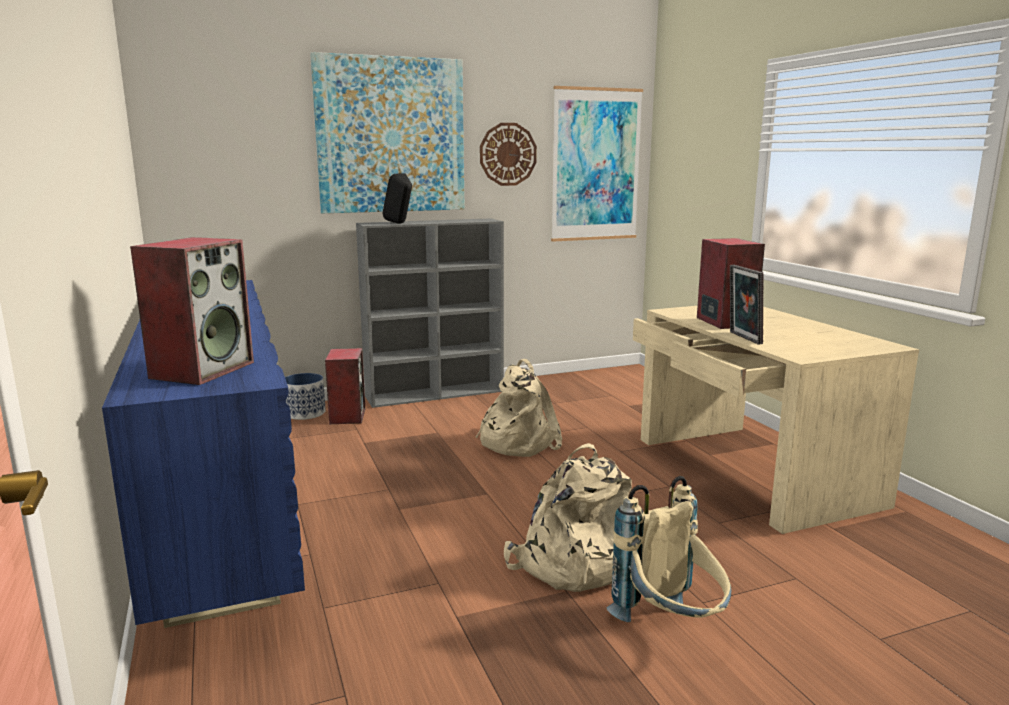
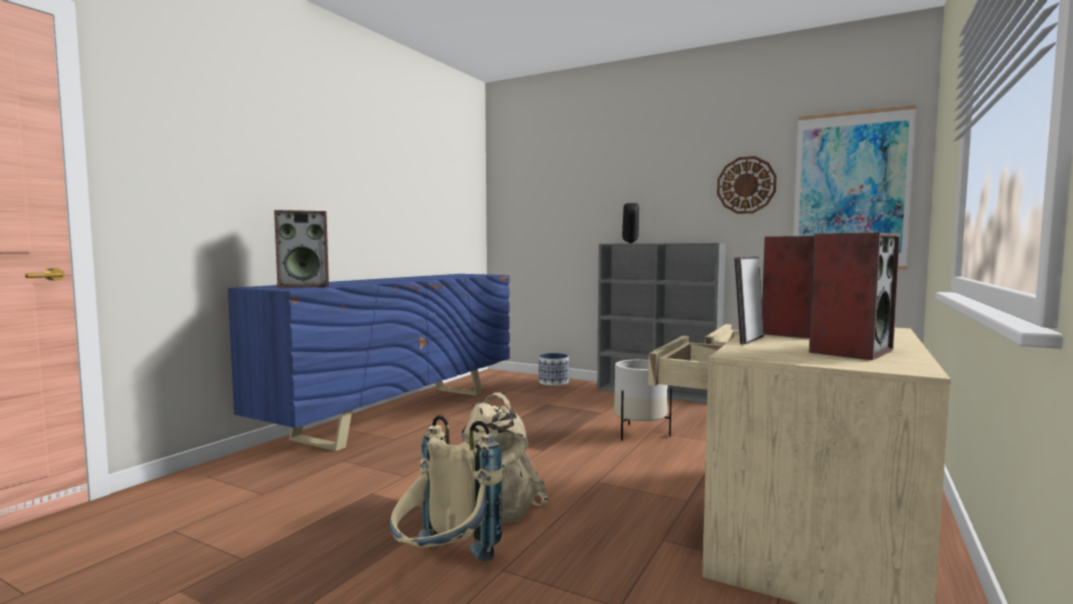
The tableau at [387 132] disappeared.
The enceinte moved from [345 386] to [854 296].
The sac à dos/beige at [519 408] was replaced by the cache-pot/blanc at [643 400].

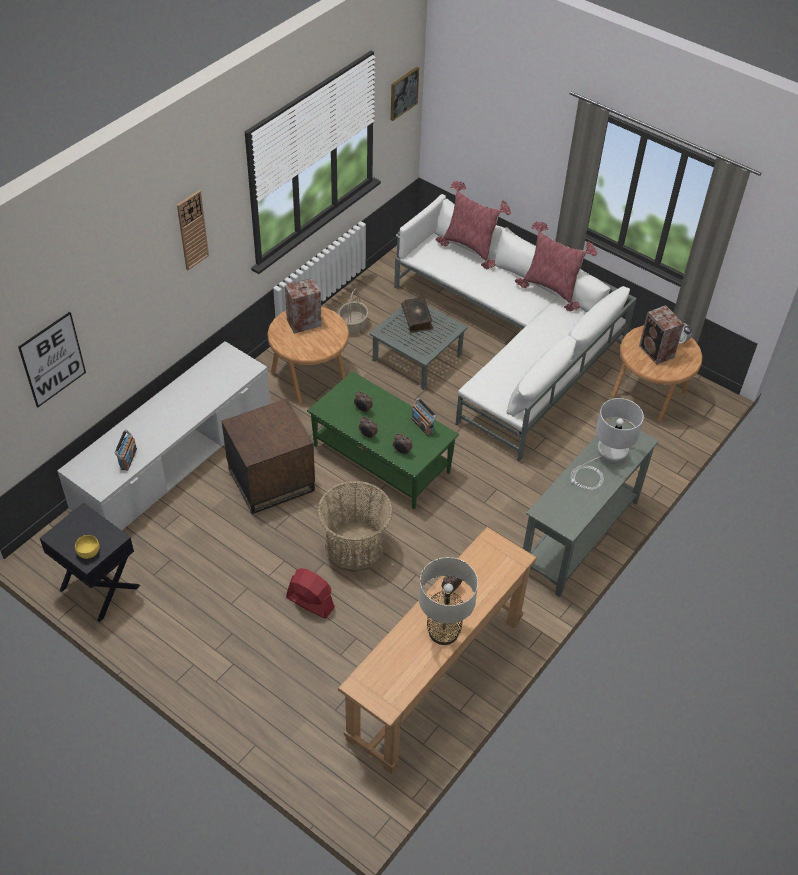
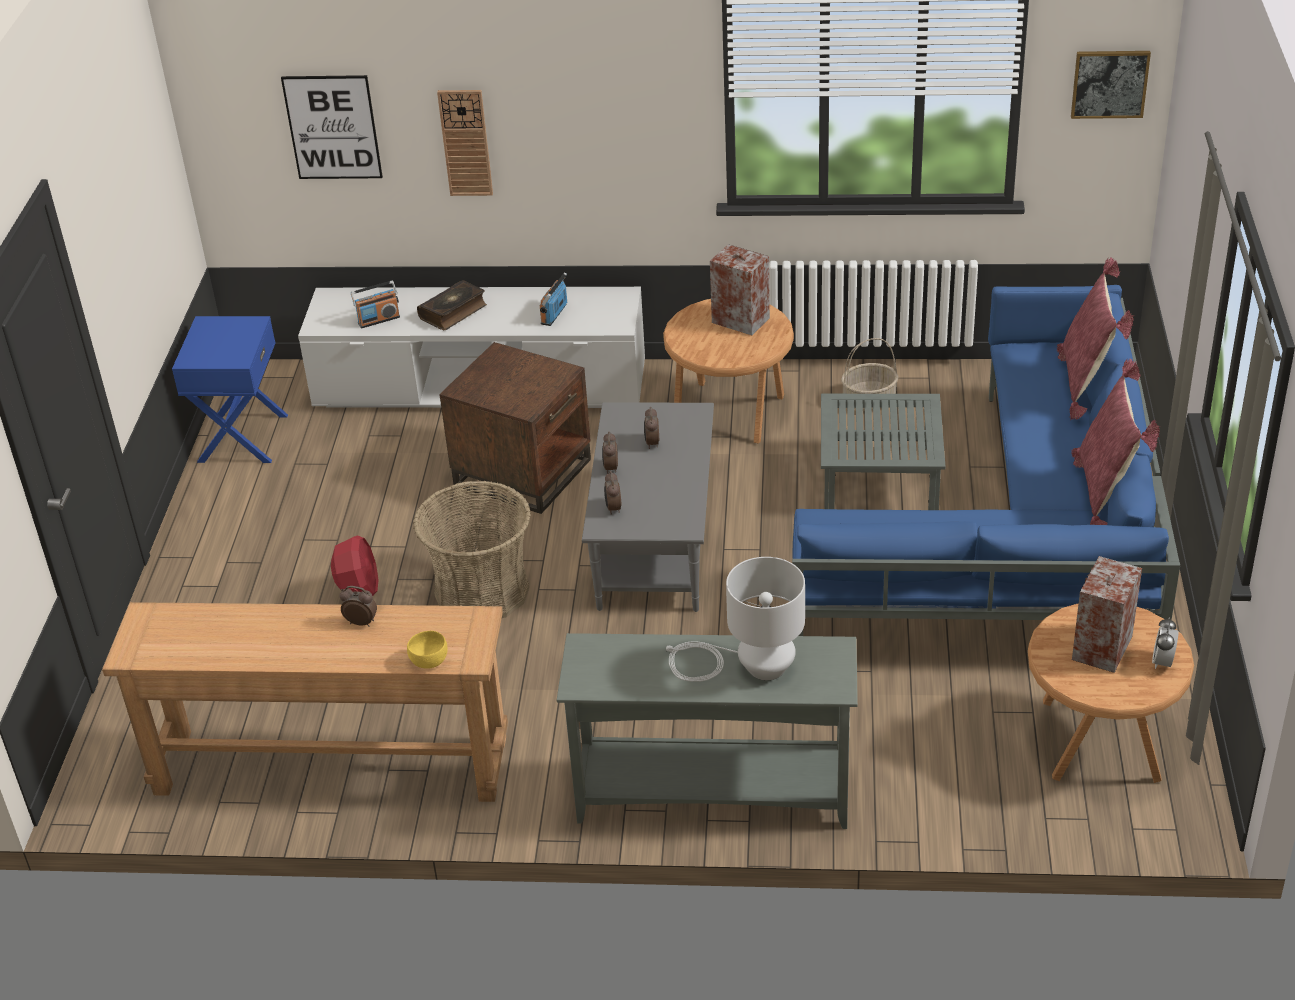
The lampe de table at [448 601] disappeared.
The bol/jaune moved from [87 547] to [427 650].
The horloge murale moved from [193 230] to [465 143].
The livre moved from [417 315] to [452 305].
The radio moved from [424 417] to [553 299].
The table de chevet/noir at [90 562] became the table de chevet/bleu at [230 389].
The table basse/vert at [383 440] became the table basse/gris at [648 507].
The canapé/blanc at [503 327] became the canapé/bleu at [986 460].

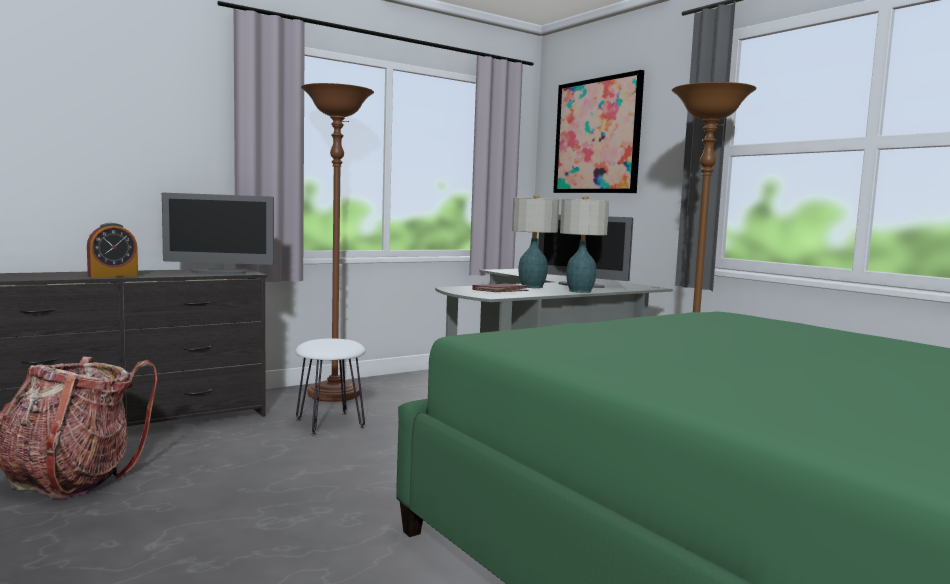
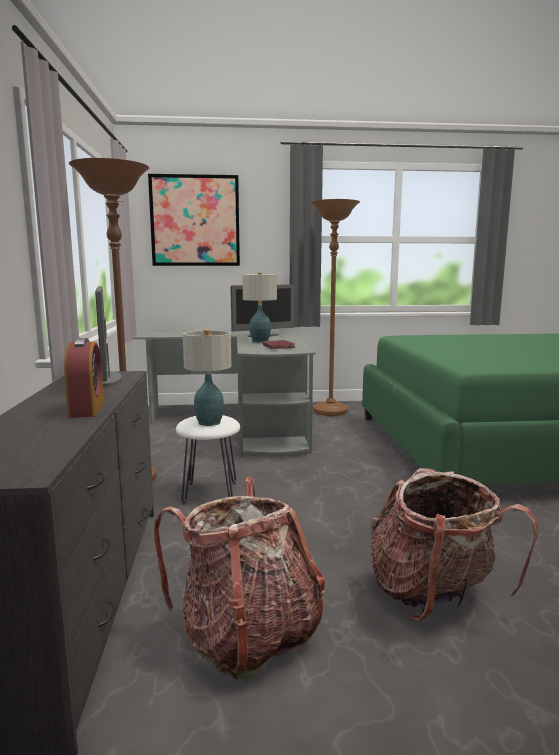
The sac à dos at [454 544] appeared.
The lampe de table moved from [584 244] to [207 377].
The écran d'ordinateur at [218 233] turned 135 degrees clockwise.

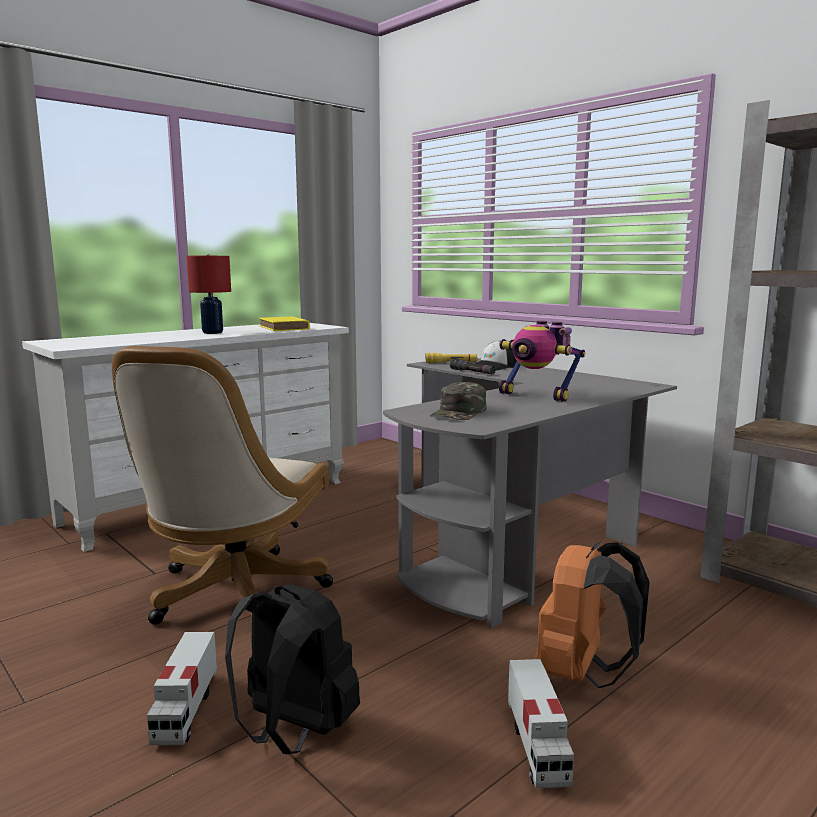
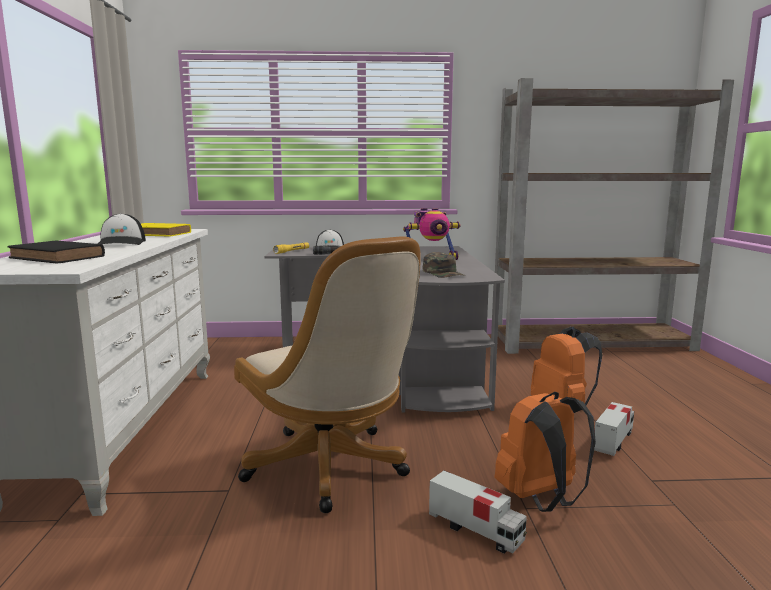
The livre/noir at [56 251] appeared.
The lampe de table/rouge at [209 294] was replaced by the casquette at [122 229].
The sac à dos/noir at [292 669] became the sac à dos/orange at [545 452].
The camion jouet at [541 723] turned 90 degrees counterclockwise.

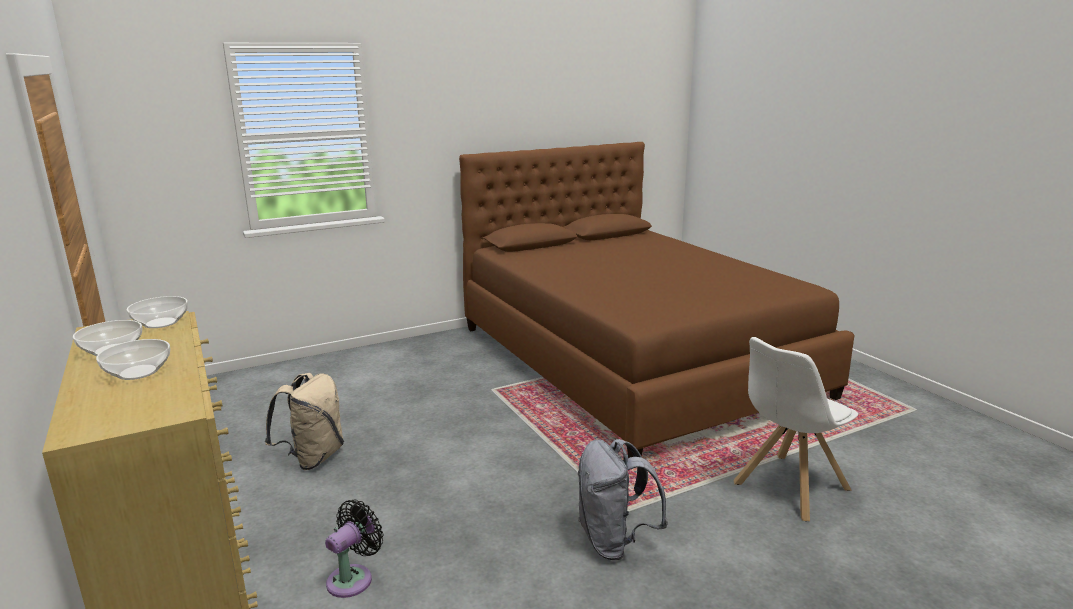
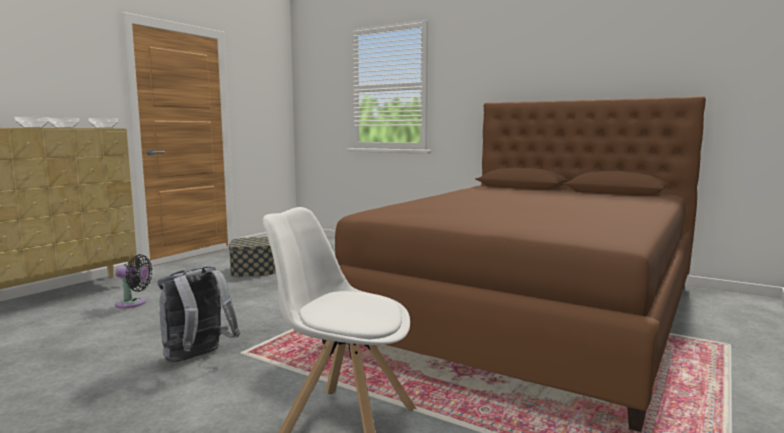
The sac à dos/beige at [304 421] was replaced by the boîte de rangement at [252 257].

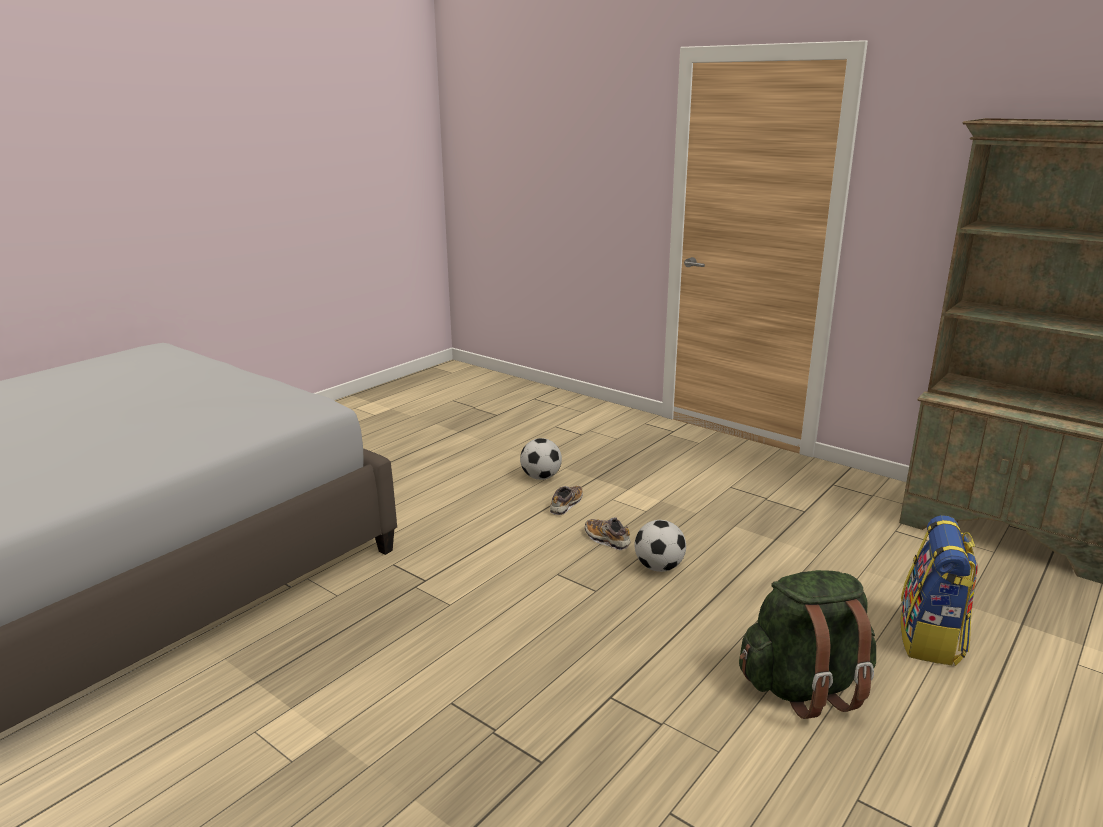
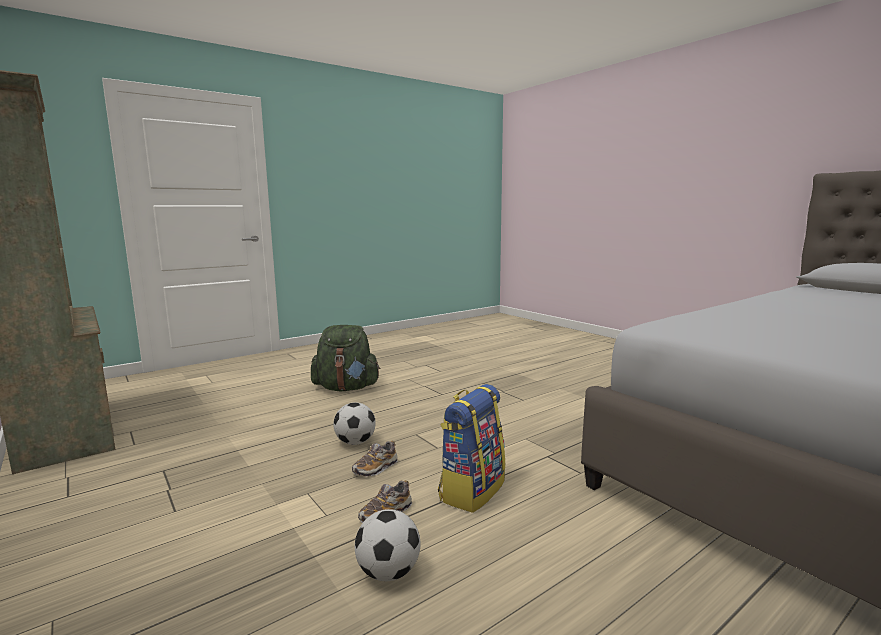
The sac à dos moved from [939 590] to [471 448].
The chaussure at [607 533] turned 75 degrees clockwise.

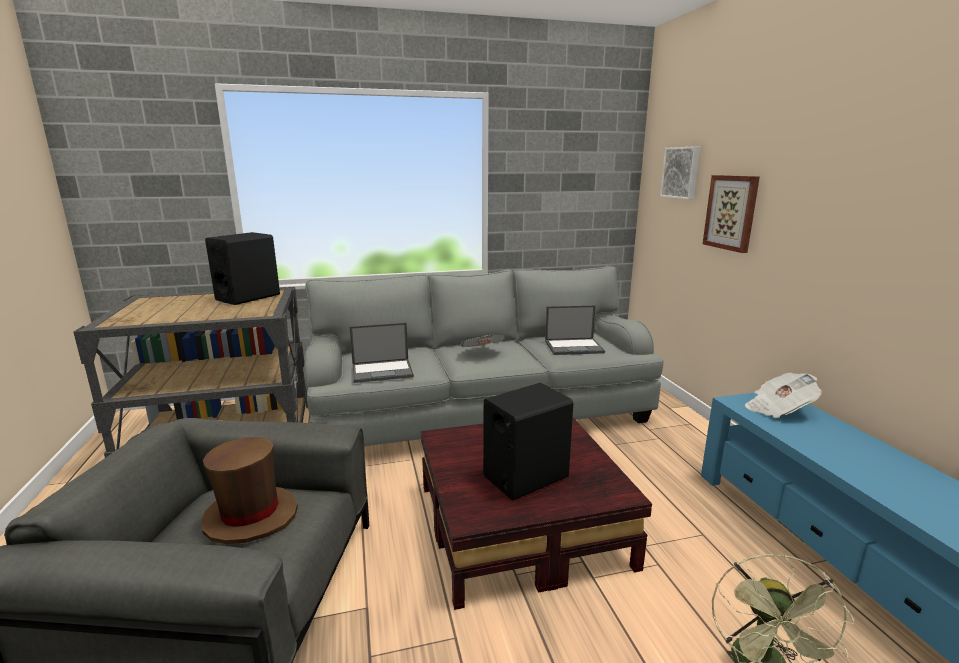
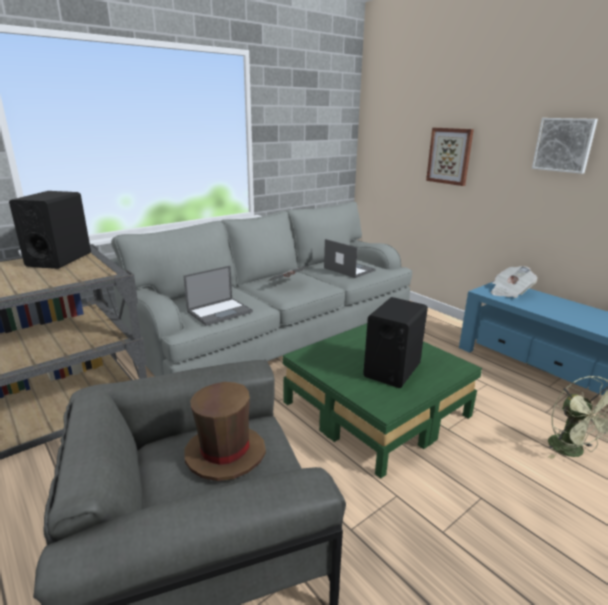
The tableau moved from [680 173] to [565 146].
The table basse/marron at [536 514] became the table basse/vert at [382 400].
The ordinateur portable at [575 330] turned 105 degrees counterclockwise.

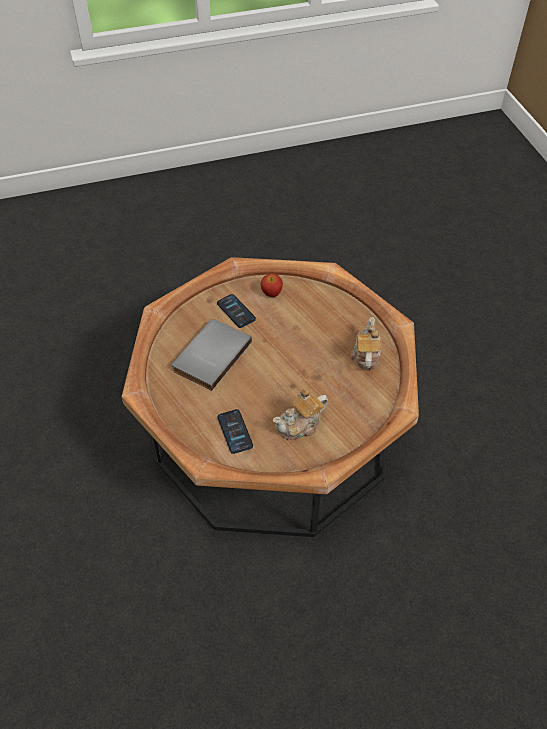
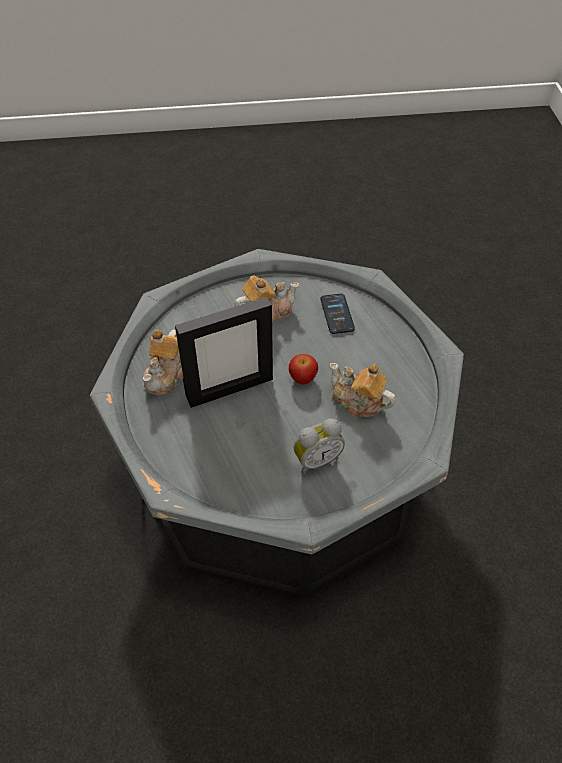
The cadre photo at [224 352] appeared.
The pomme moved from [272 285] to [303 369].
The livre/gris at [212 355] was replaced by the théière at [363 390].
The téléphone at [236 311] was replaced by the réveil at [319 446].
The table basse/marron at [270 397] became the table basse/gris at [277 423].

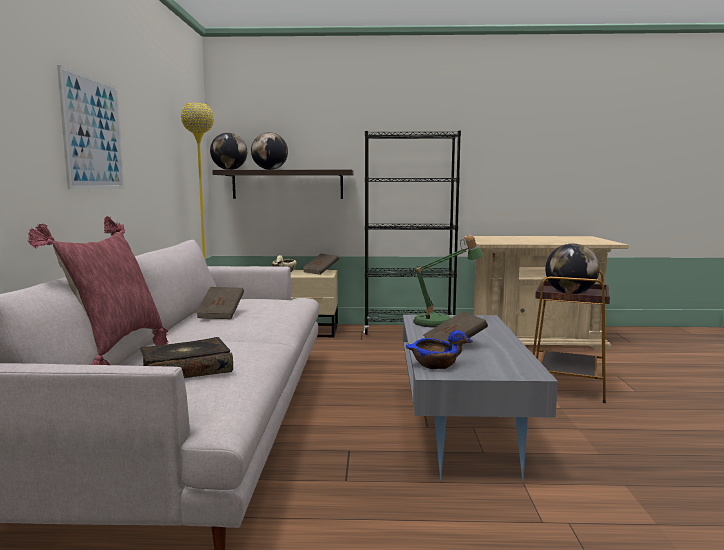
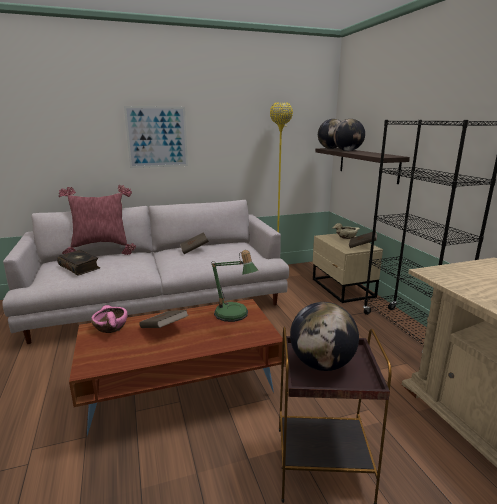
The table basse/gris at [480 398] became the table basse/marron at [177 367].
The bol/bleu at [439 349] became the bol/rose at [109 319].

